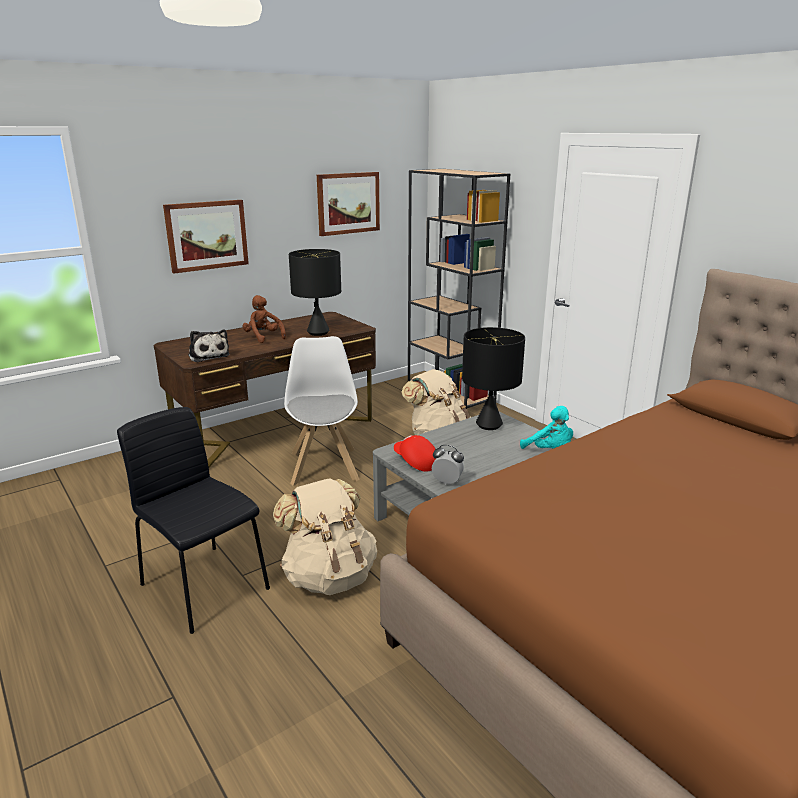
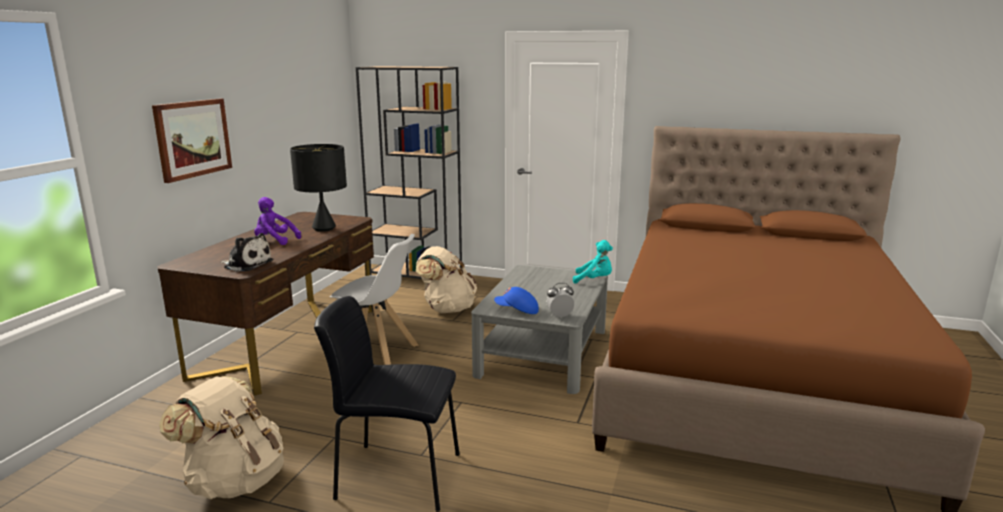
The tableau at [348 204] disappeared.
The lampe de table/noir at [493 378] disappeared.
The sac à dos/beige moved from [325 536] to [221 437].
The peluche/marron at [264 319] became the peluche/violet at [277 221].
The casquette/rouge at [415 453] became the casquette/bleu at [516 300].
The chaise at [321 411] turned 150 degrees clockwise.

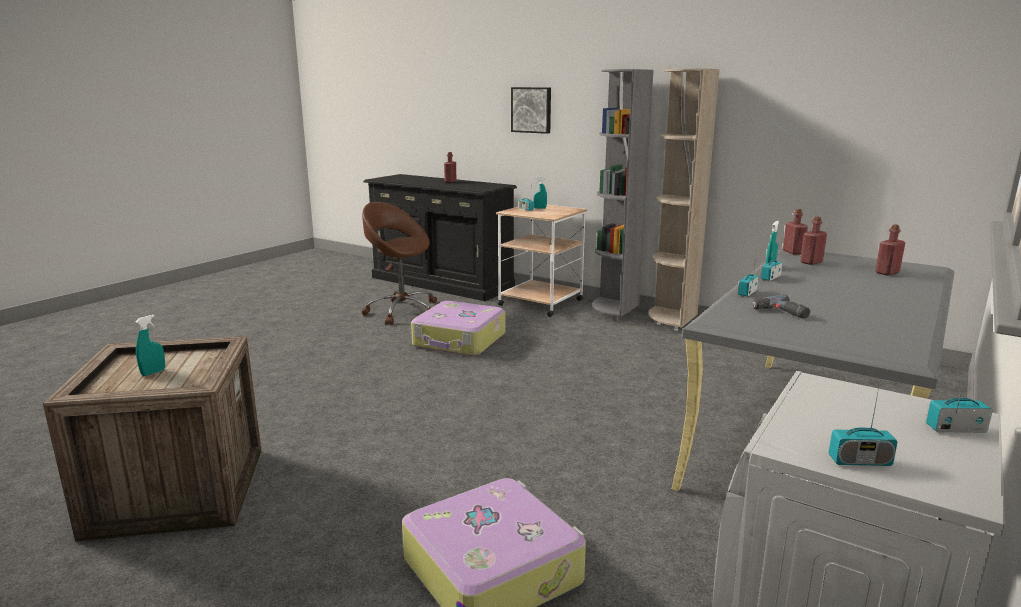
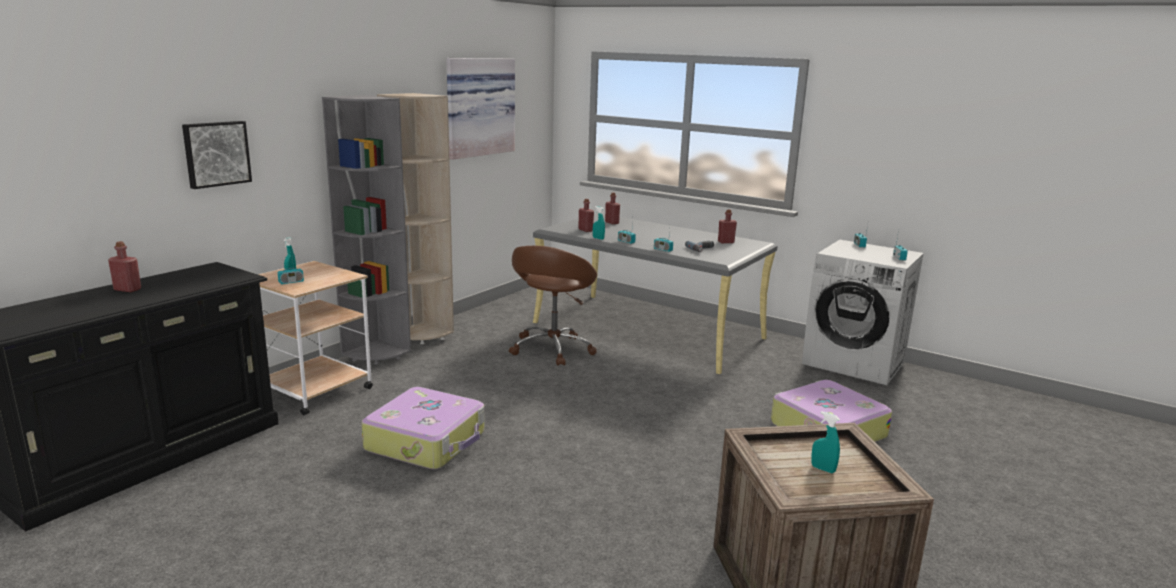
The tableau at [480 109] appeared.
The chaise de bureau/marron moved from [399 263] to [553 305].
The bouteille/rouge moved from [795 232] to [727 226].

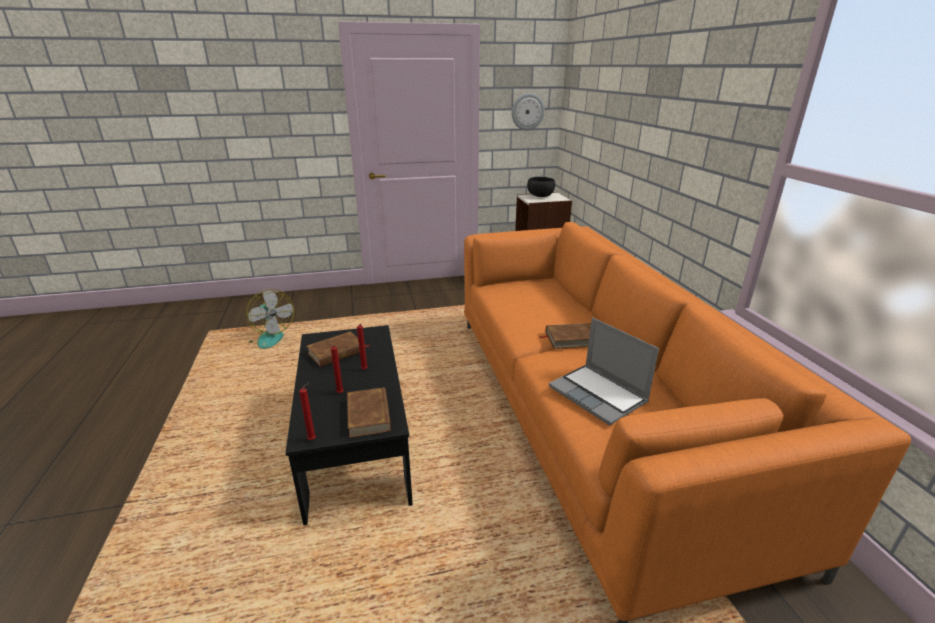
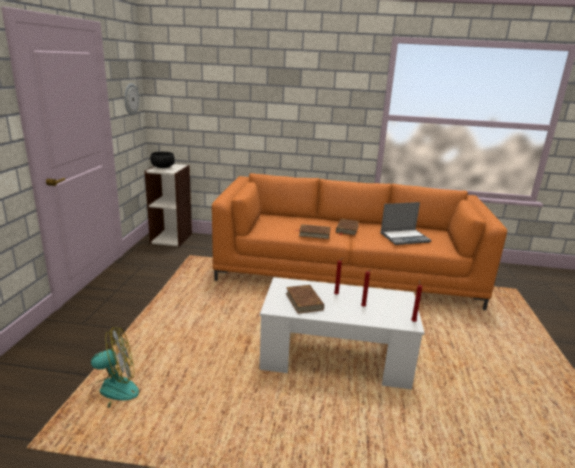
The livre/marron moved from [369 412] to [313 231].
The table basse/noir at [349 425] became the table basse/blanc at [342 333].

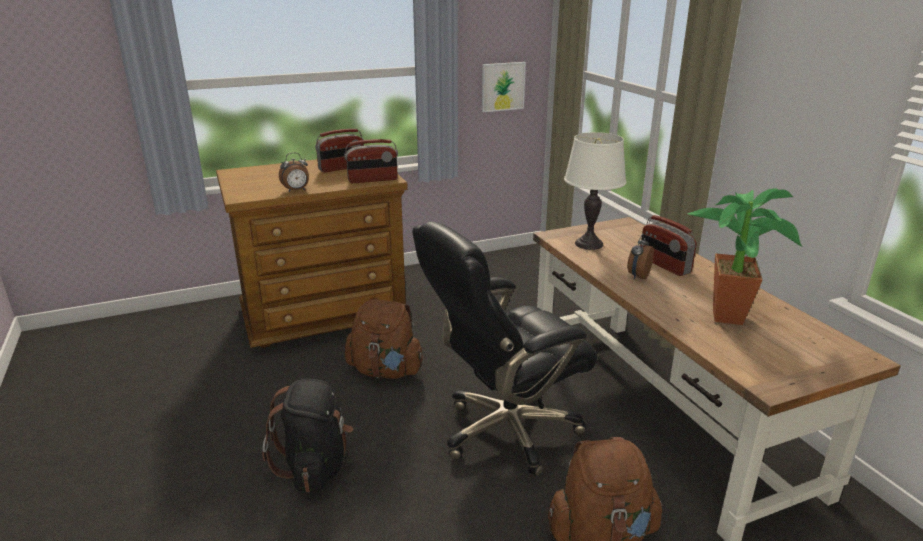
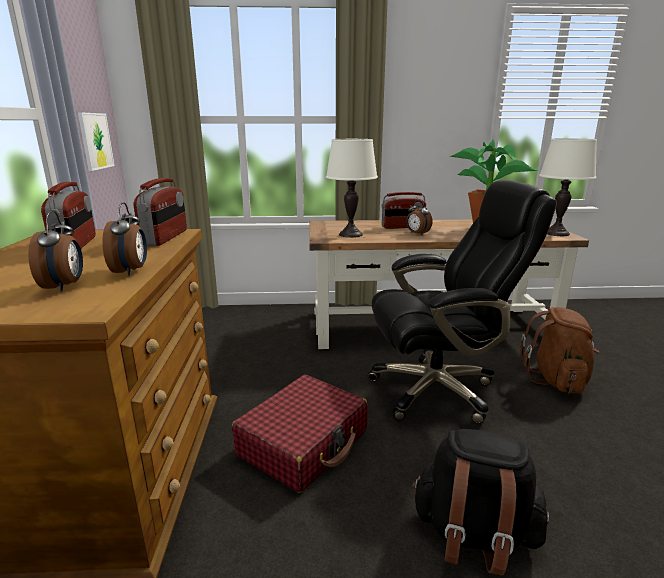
The réveil at [55 251] appeared.
The lampe de table/blanc at [568 187] appeared.
The sac à dos/marron at [384 339] was replaced by the valise/rouge at [300 434].
The chaise de bureau/noir at [504 348] turned 90 degrees counterclockwise.

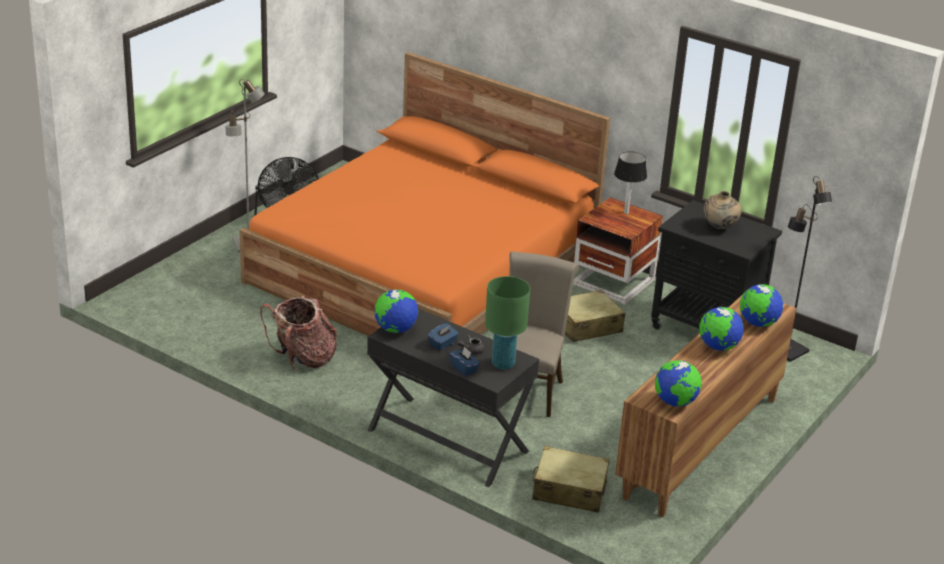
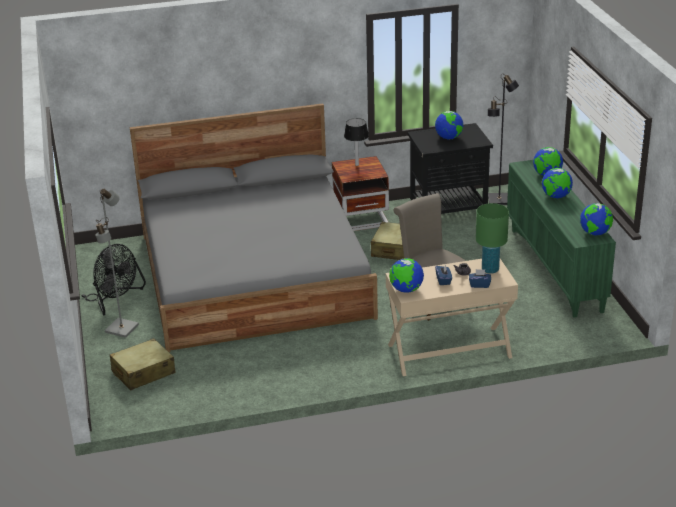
The sac à dos at [298 333] disappeared.
The valise/beige moved from [570 479] to [143 364].
The vase/beige at [723 210] was replaced by the globe at [449 125].
The lit/orange at [425 194] became the lit/gris at [254 227].
The bureau/noir at [453 397] became the bureau/beige at [452 317].
The commode/marron at [705 405] became the commode/vert at [561 239].

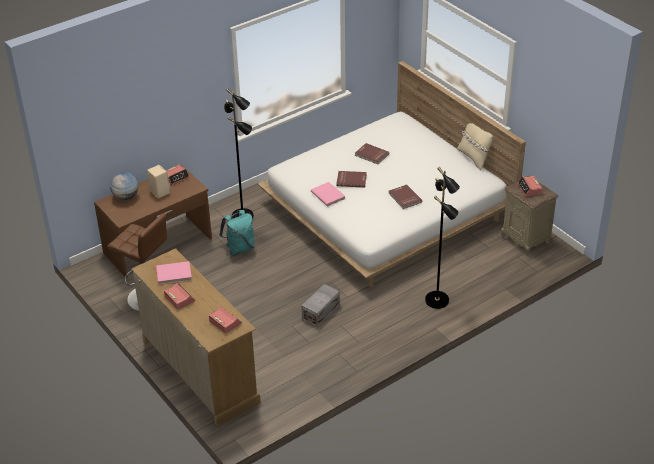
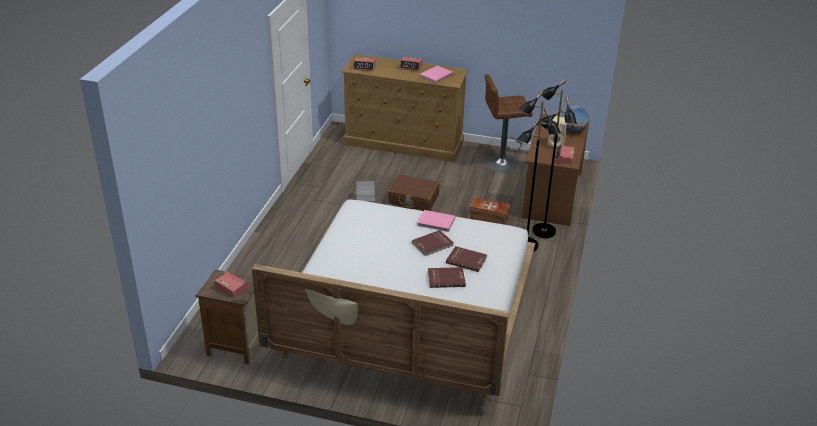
The valise/marron at [414 192] appeared.
The livre/rouge moved from [405 196] to [466 259].
The lampadaire/noir moved from [442 238] to [554 158].
The sac à dos/turquoise at [237 233] was replaced by the boîte de rangement/marron at [490 211].

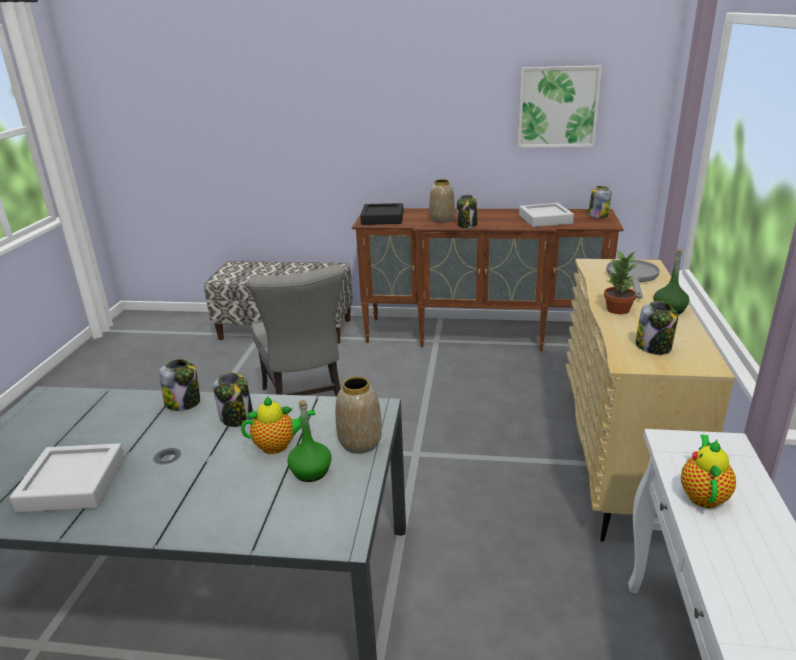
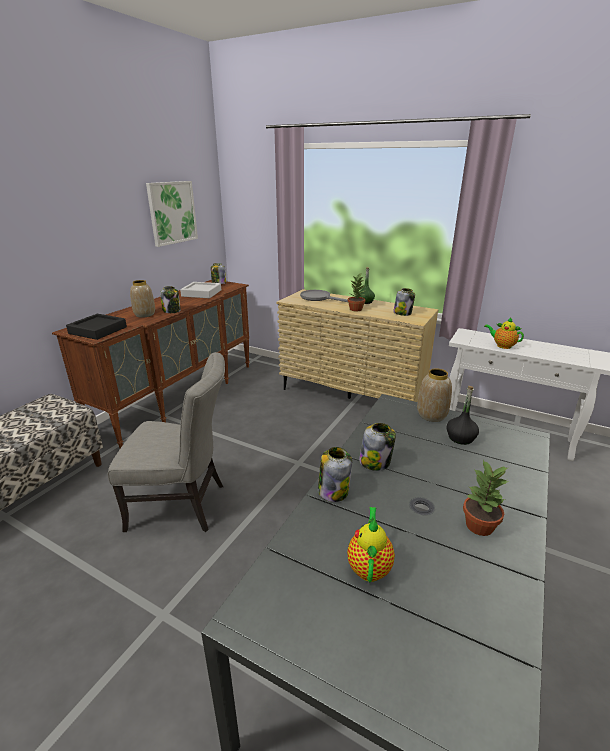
The plateau/gris at [67 477] disappeared.
The plante en pot at [486 498] appeared.
The théière moved from [278 425] to [371 544].
The bouteille/vert at [309 441] became the bouteille/noir at [462 415].

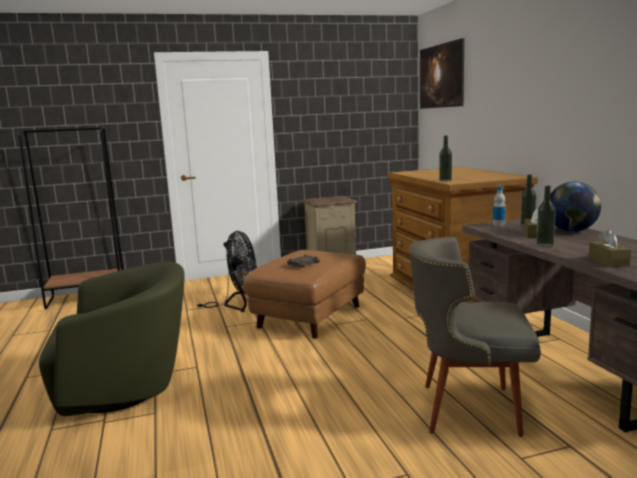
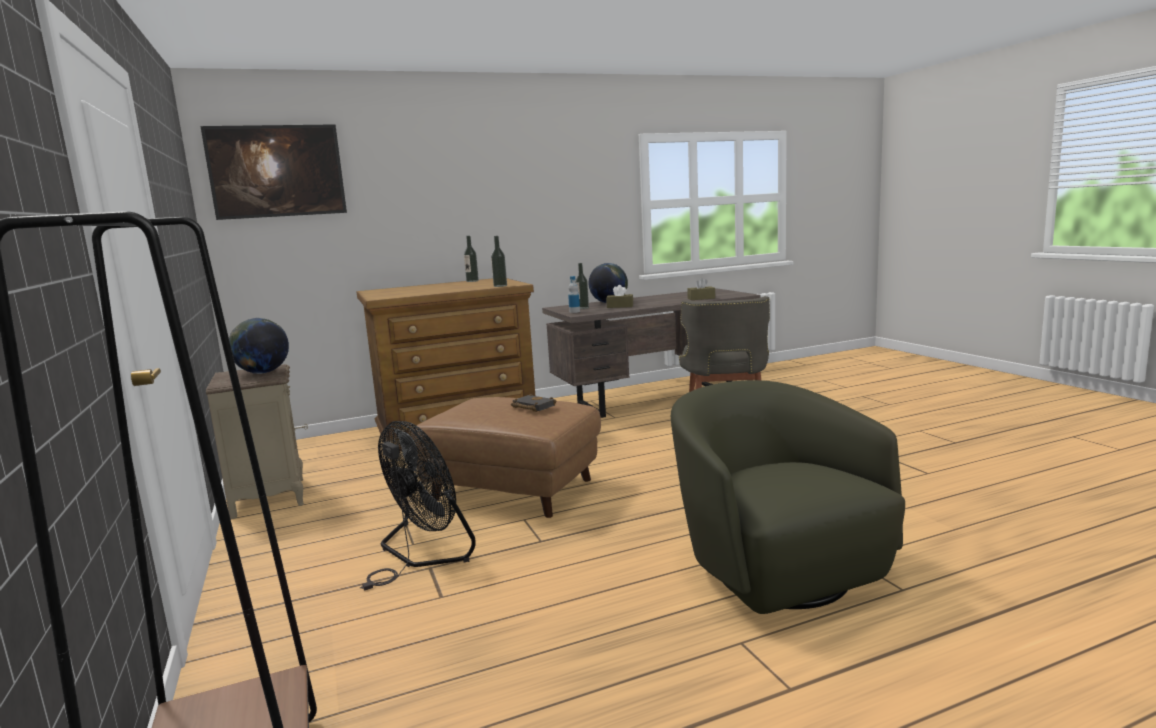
The globe at [259 346] appeared.
The bouteille moved from [546 216] to [471 259].
The ventilateur/noir at [227 271] turned 45 degrees clockwise.

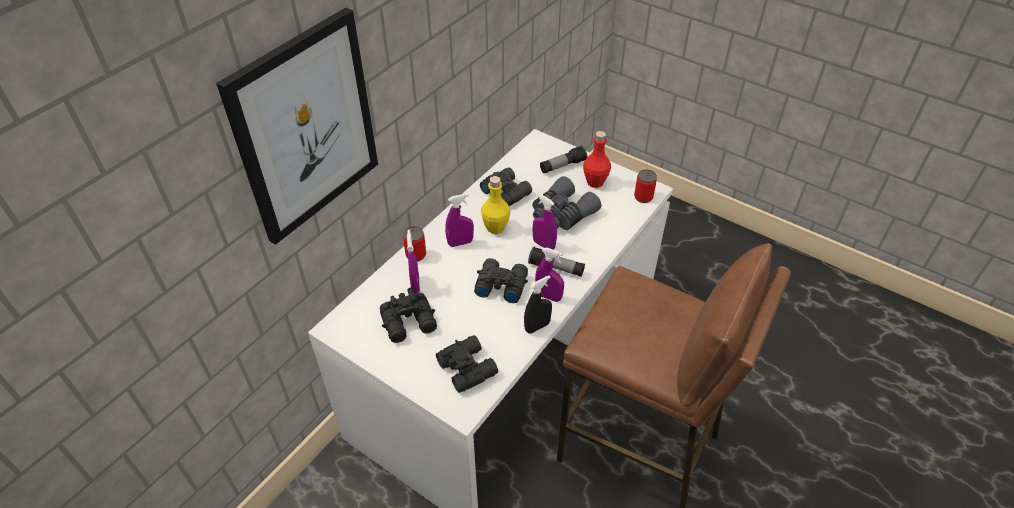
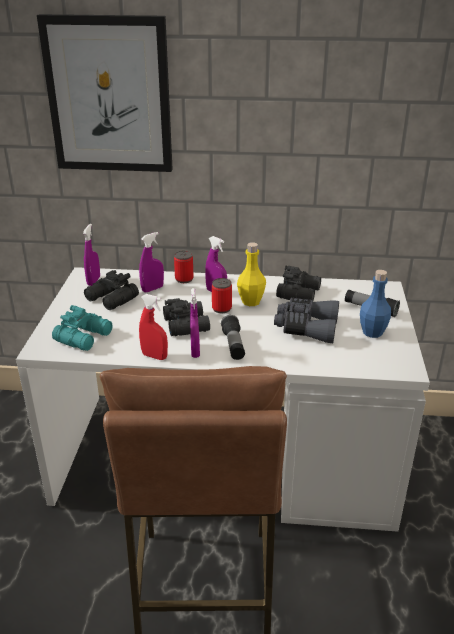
The vaporisateur/violet moved from [544 221] to [91 255].
The boîte métallique moved from [645 186] to [222 295].
The jumelles/noir at [467 364] became the jumelles/turquoise at [82 328].
The vaporisateur/noir at [538 304] became the vaporisateur/rouge at [153 327].
The bouteille/rouge at [597 159] became the bouteille/bleu at [375 304].

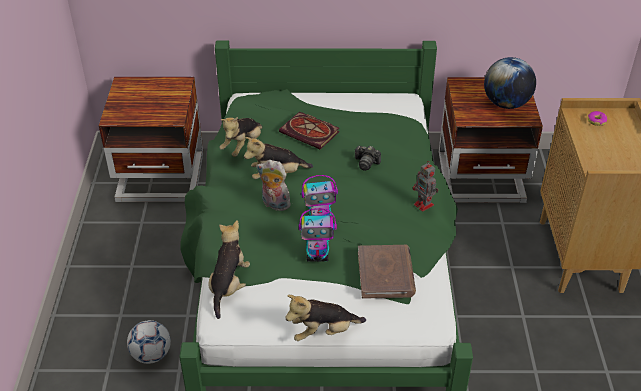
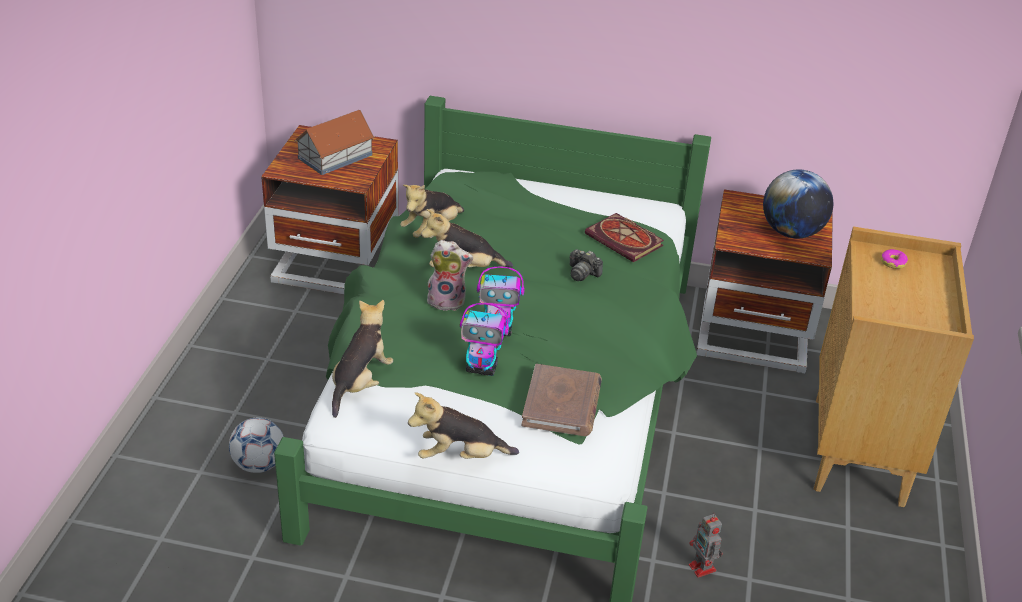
The maison miniature at [334 142] appeared.
The livre moved from [309 130] to [624 237].
The robot jouet moved from [425 187] to [706 545].
The peluche at [273 185] turned 150 degrees clockwise.

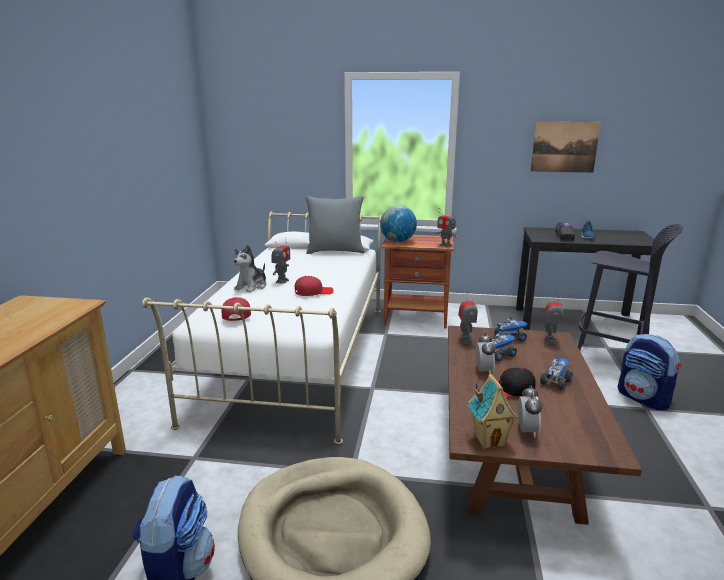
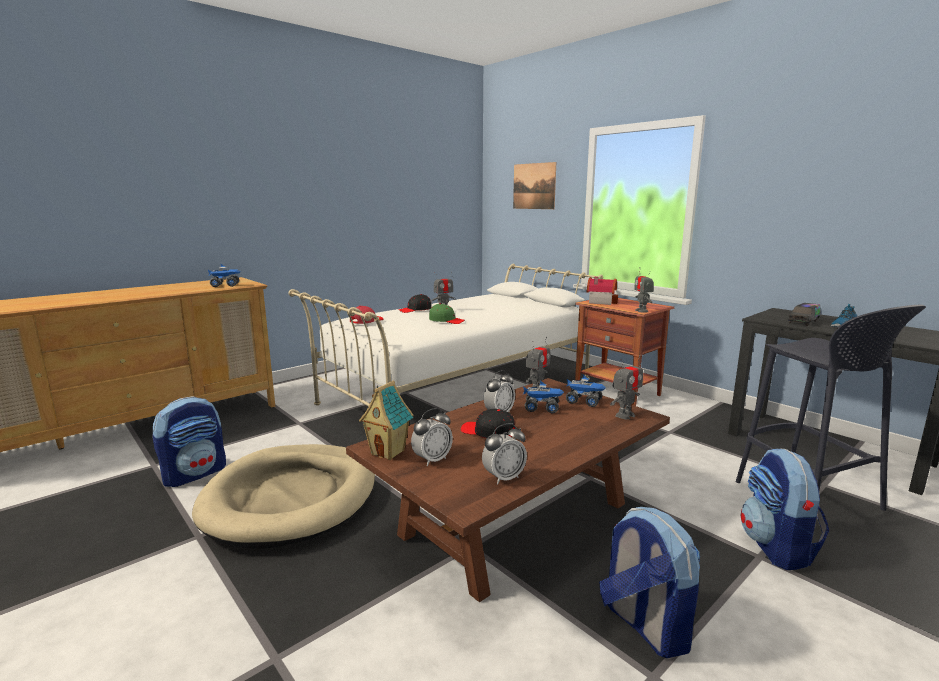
The coussin/gris at [335 225] disappeared.
The réveil at [504 453] appeared.
The sac à dos at [649 582] appeared.
The tableau moved from [566 147] to [534 185].
The camion jouet moved from [556 374] to [224 275].
The peluche at [250 268] was replaced by the casquette/noir at [414 303].
The globe at [398 224] was replaced by the maison miniature at [602 291].
The casquette/rouge at [314 286] became the casquette/vert at [447 313].

